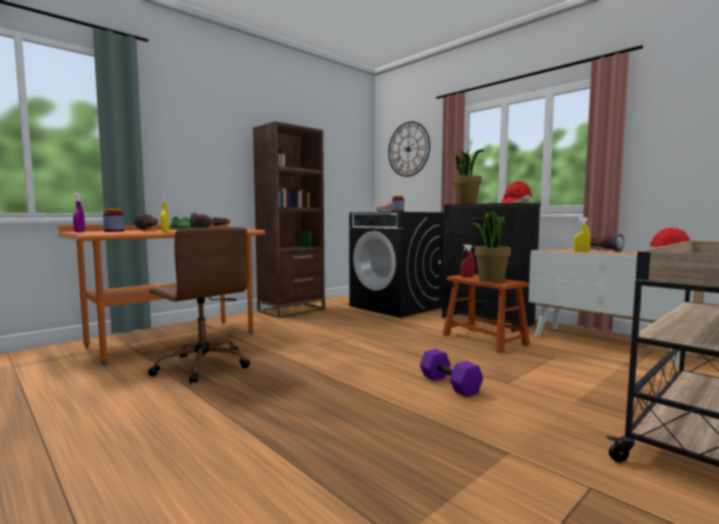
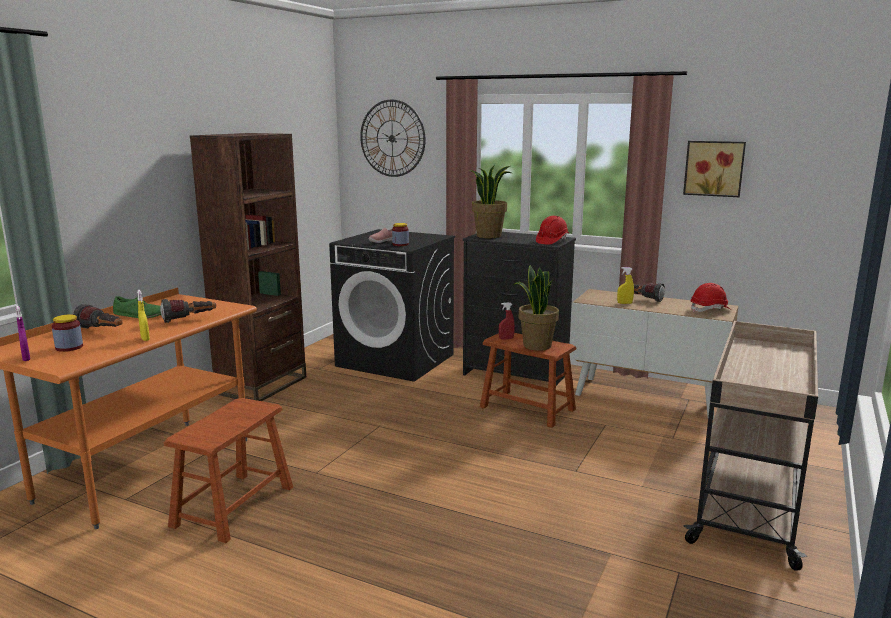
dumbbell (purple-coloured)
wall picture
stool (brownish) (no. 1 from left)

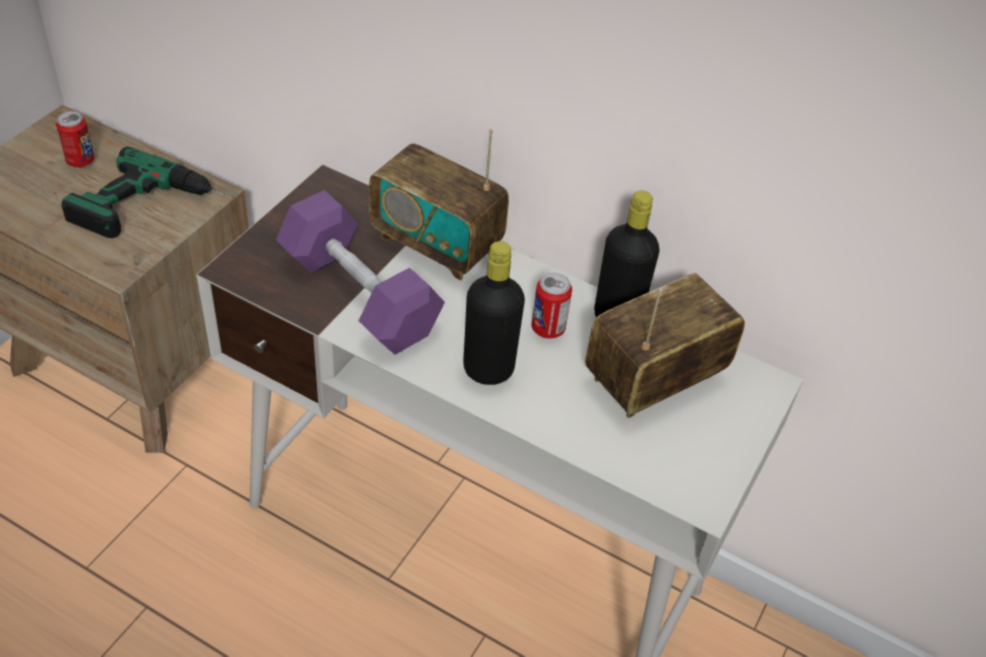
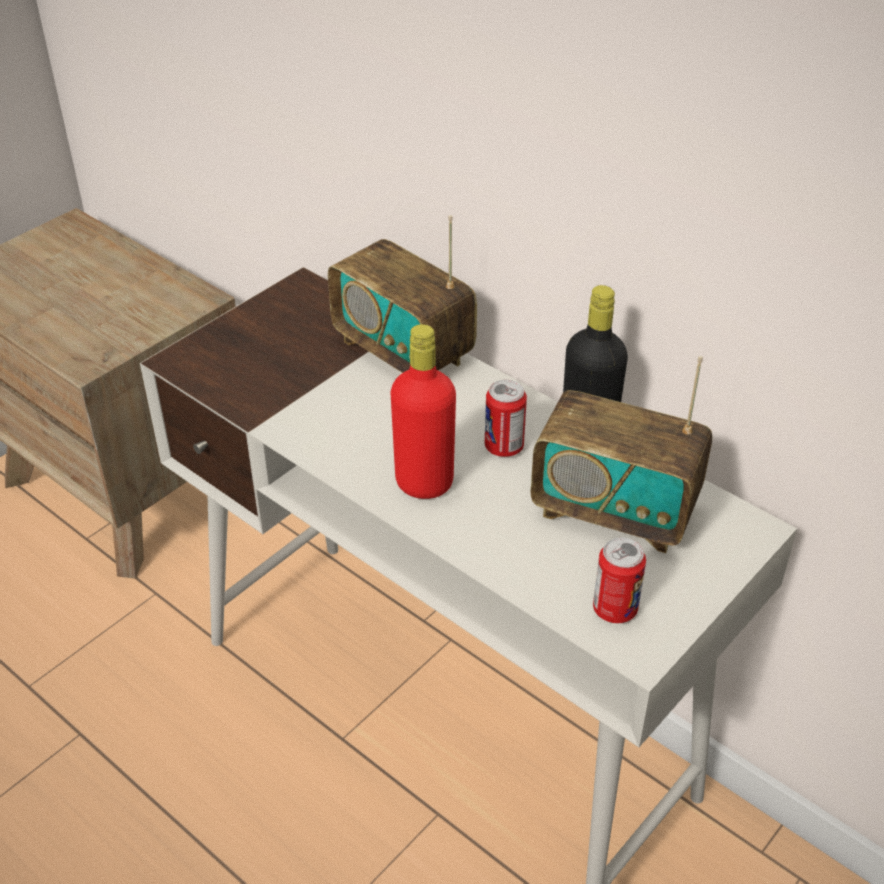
drill
dumbbell (purple-coloured)
can (no. 2 from left)
drink bottle (red-coloured)
radio set (no. 2 from left)

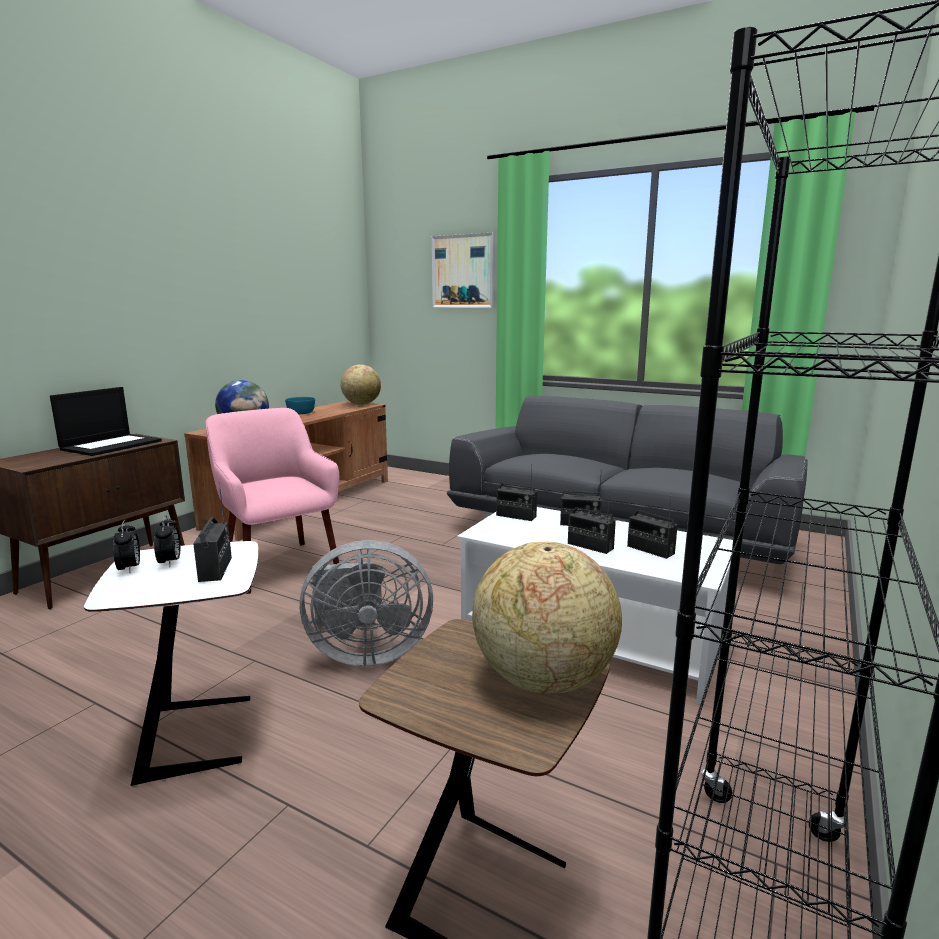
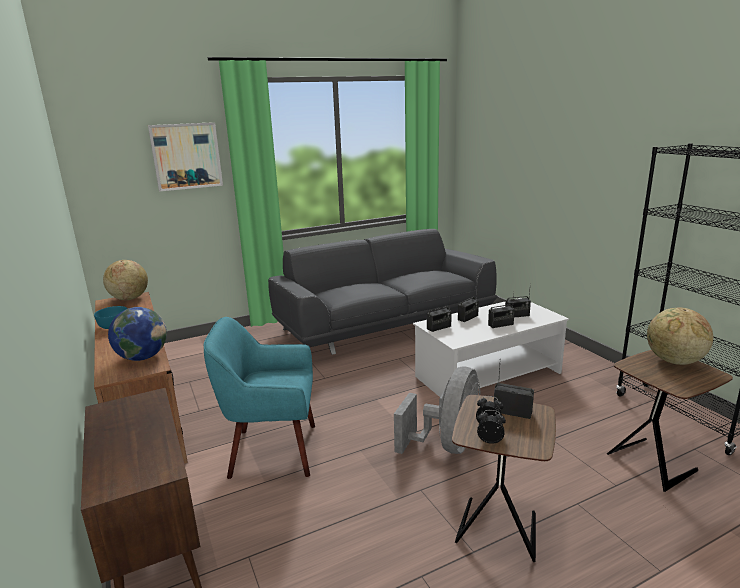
notebook computer
side table (brownish) (no. 1 from left)
lounge chair (blue-green)

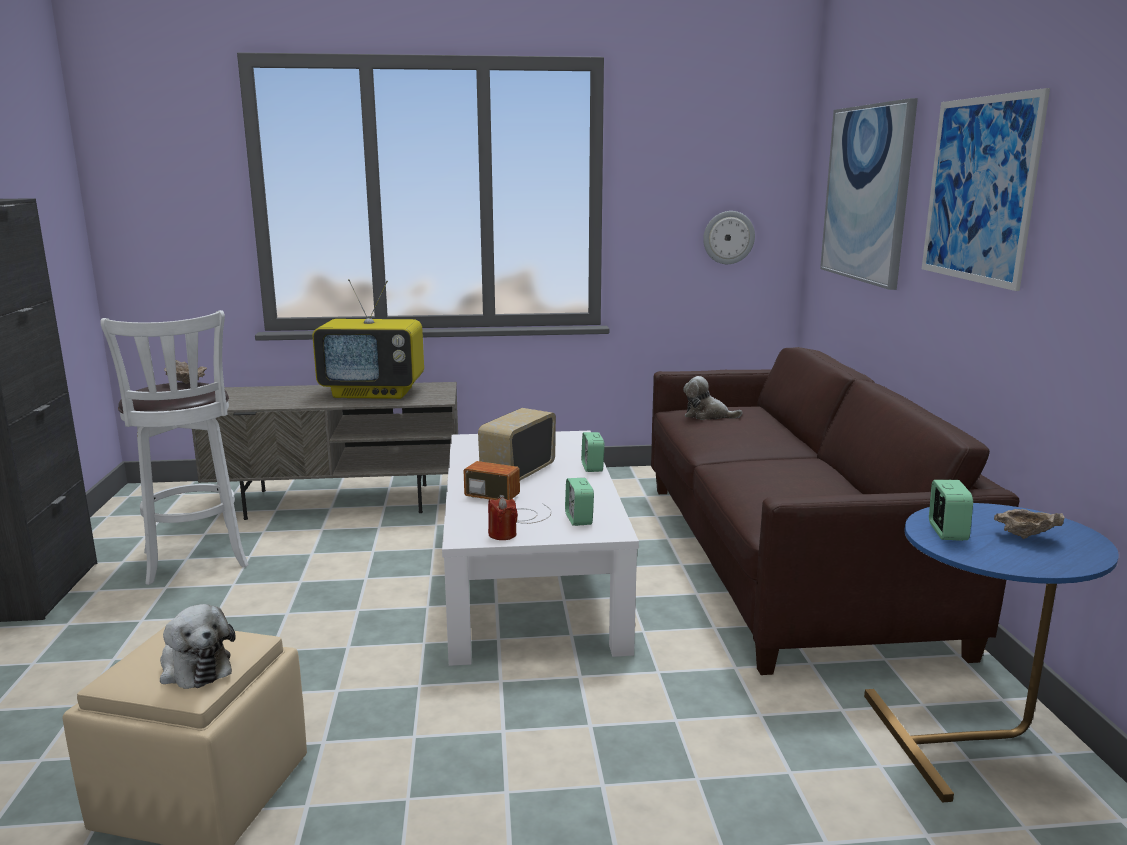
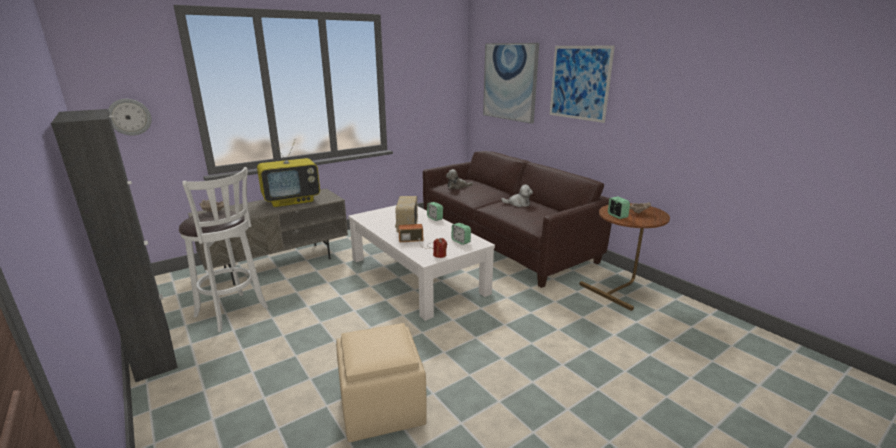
soft toy (no. 2 from left)
wall clock
side table (brownish)

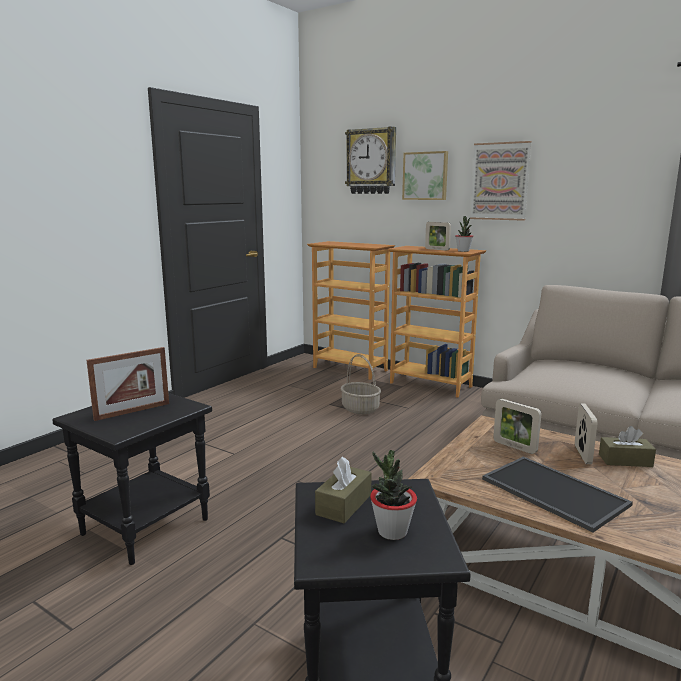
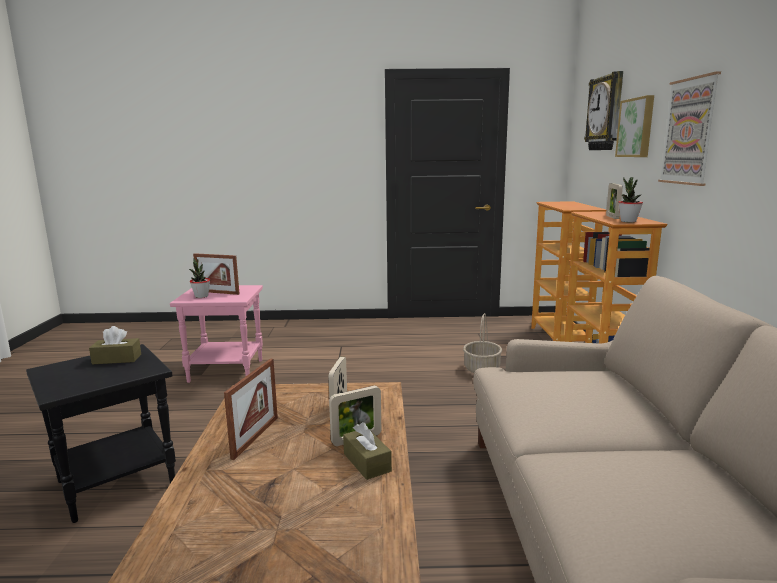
plant in a pot (no. 1 from left)
photo frame (no. 2 from left)
side table (pinkish)

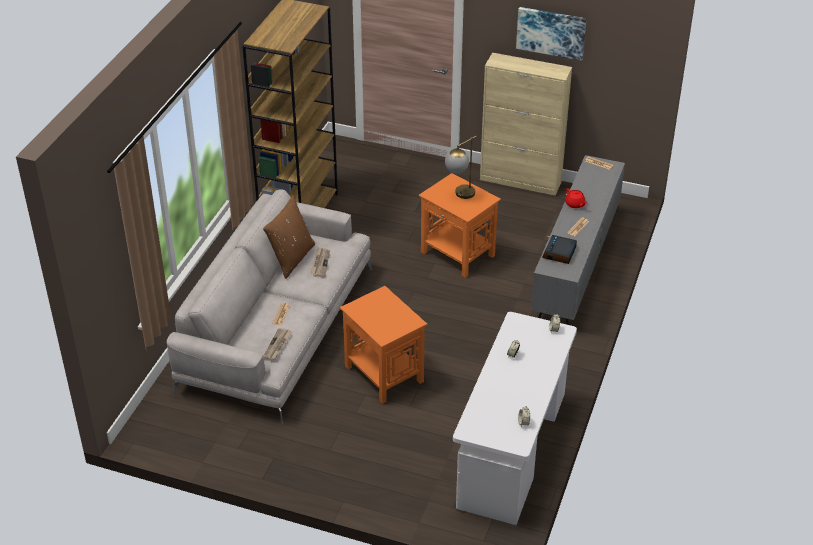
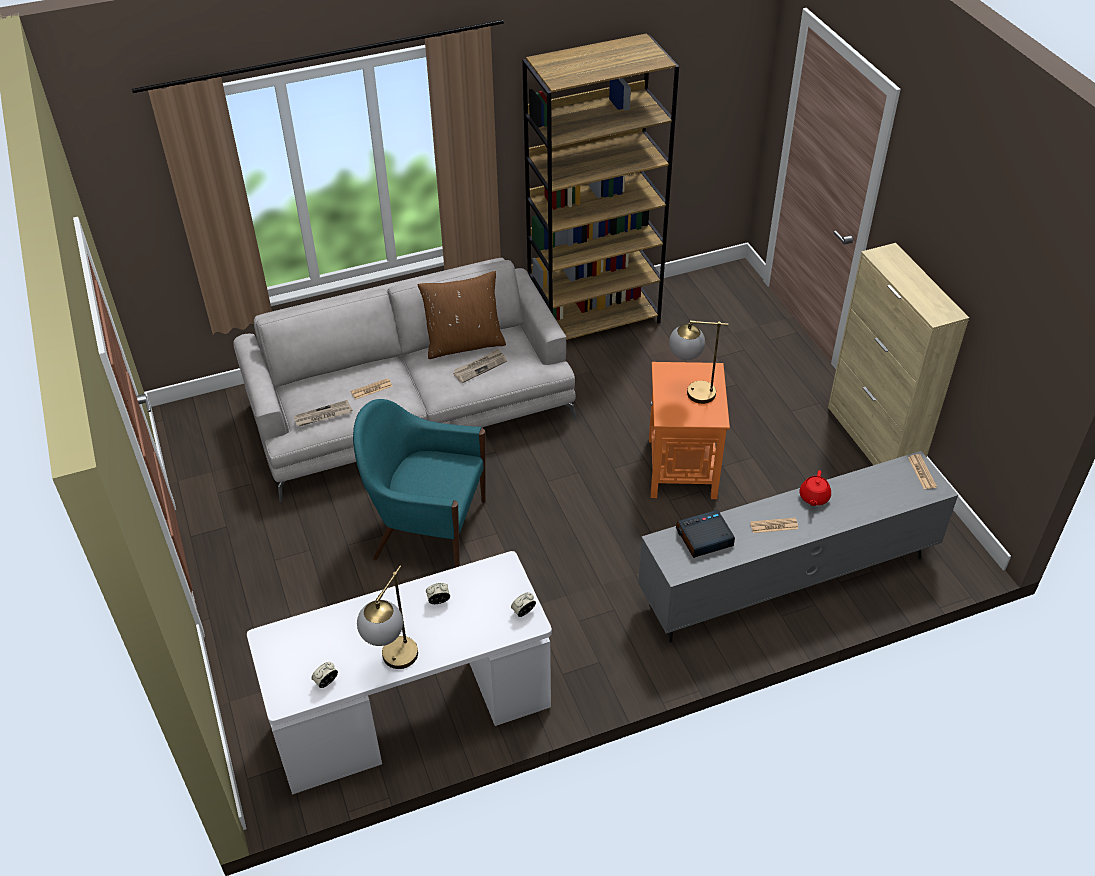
wall picture
table lamp (no. 1 from left)
lounge chair (blue-green)

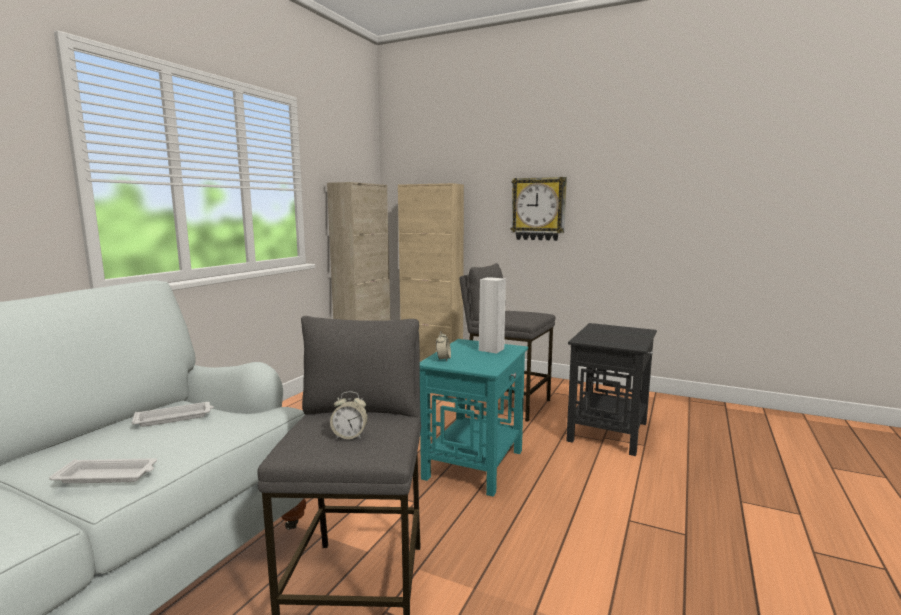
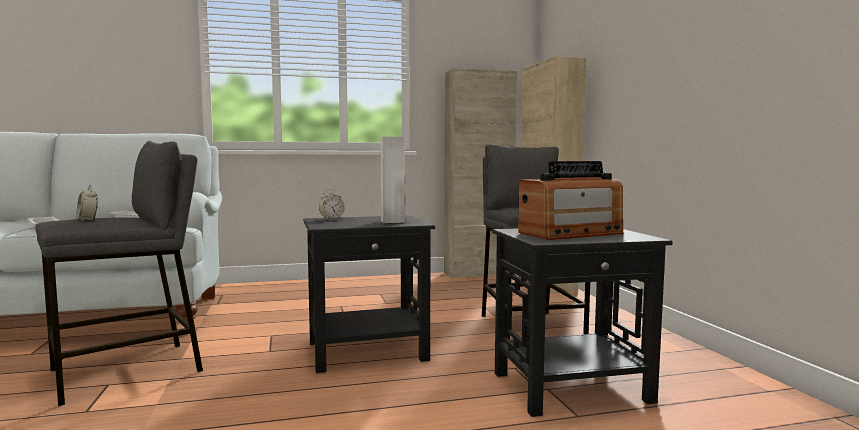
wall clock
radio set
side table (black-coloured) (no. 1 from left)

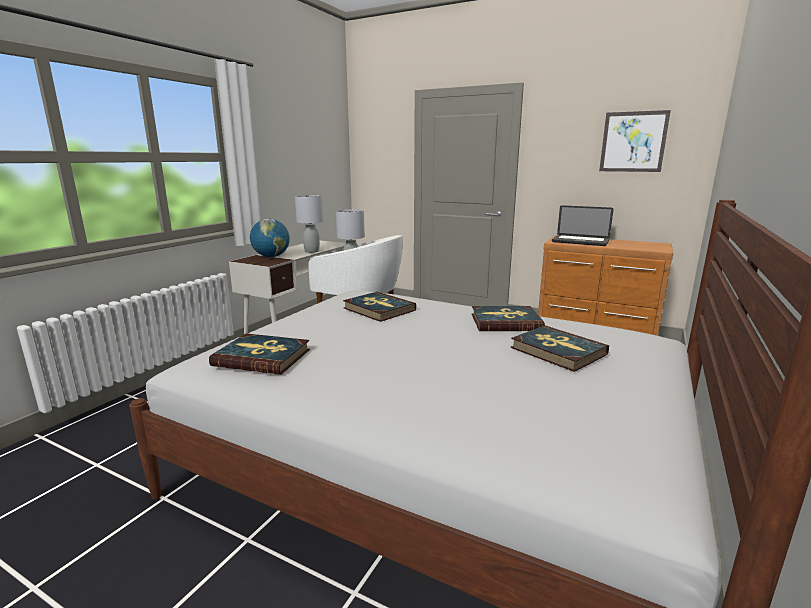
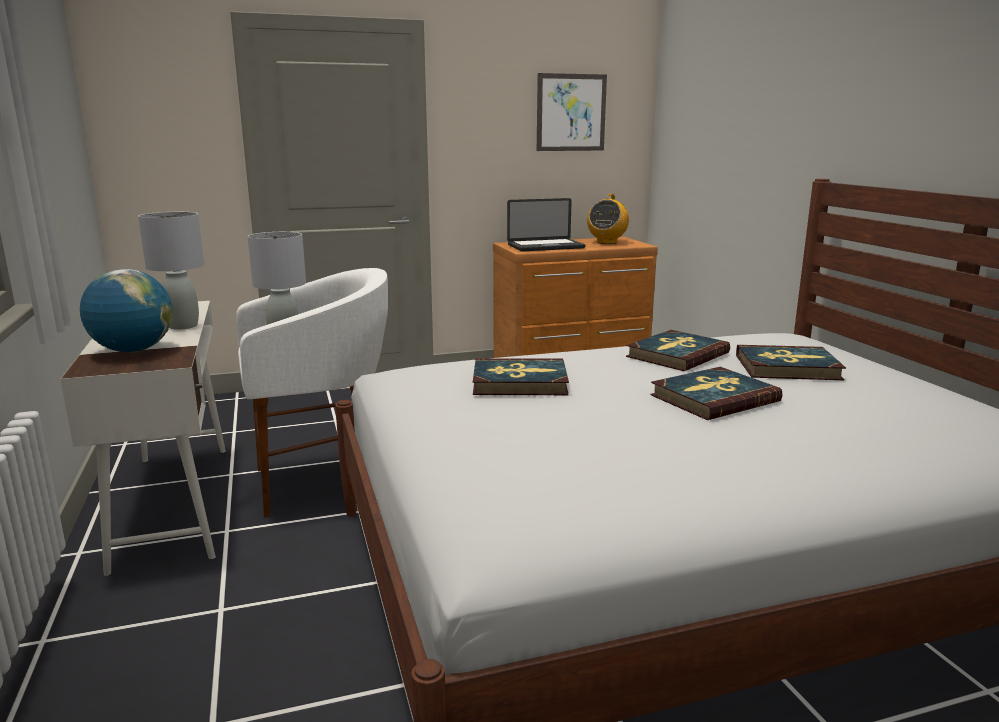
radio set
book (no. 3 from left)

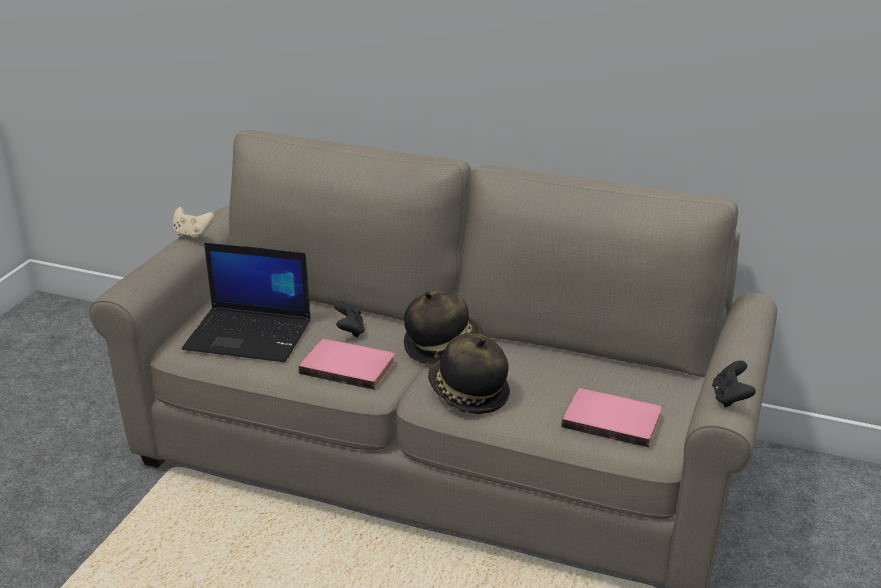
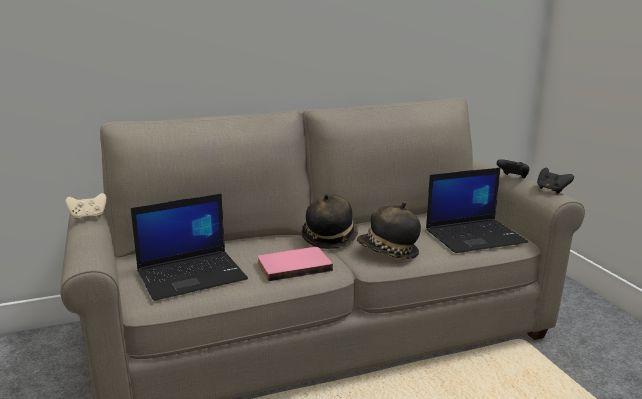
joypad (black-coloured) (no. 1 from left)
notebook computer (no. 2 from left)

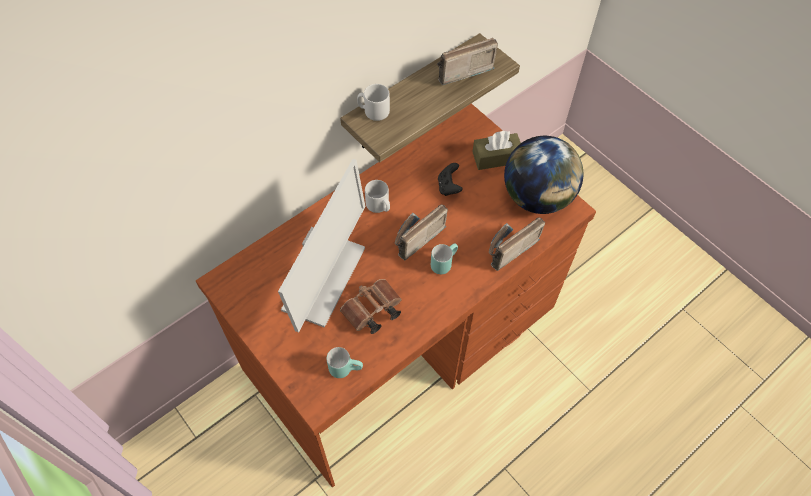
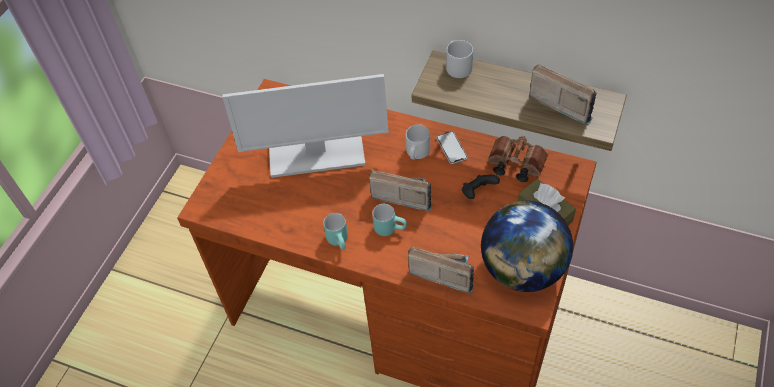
phone
tea mug (blue-green) (no. 1 from left)
binoculars (brownish)

